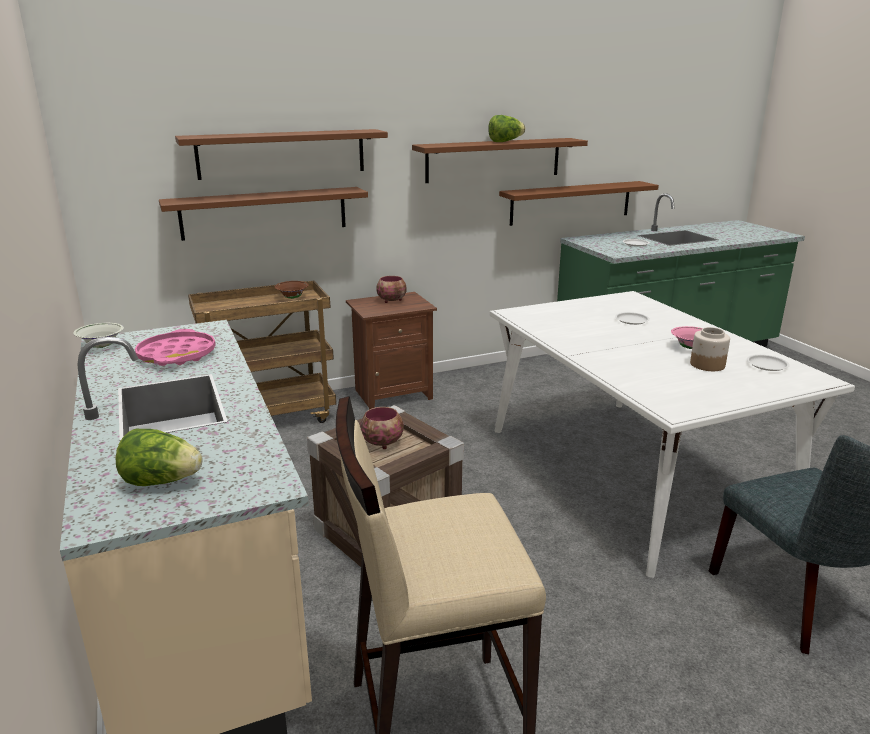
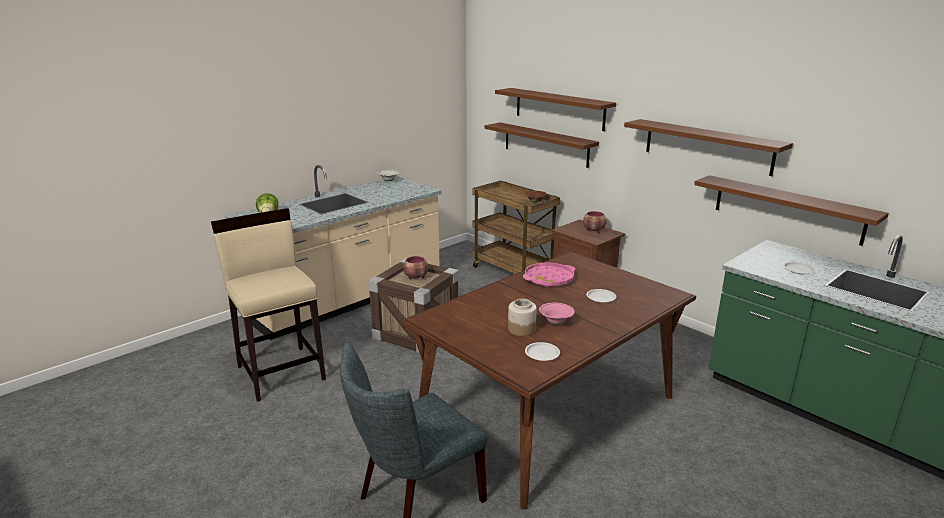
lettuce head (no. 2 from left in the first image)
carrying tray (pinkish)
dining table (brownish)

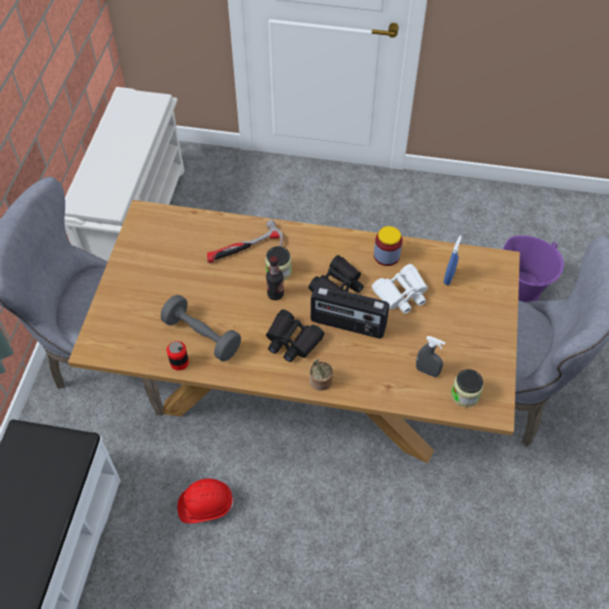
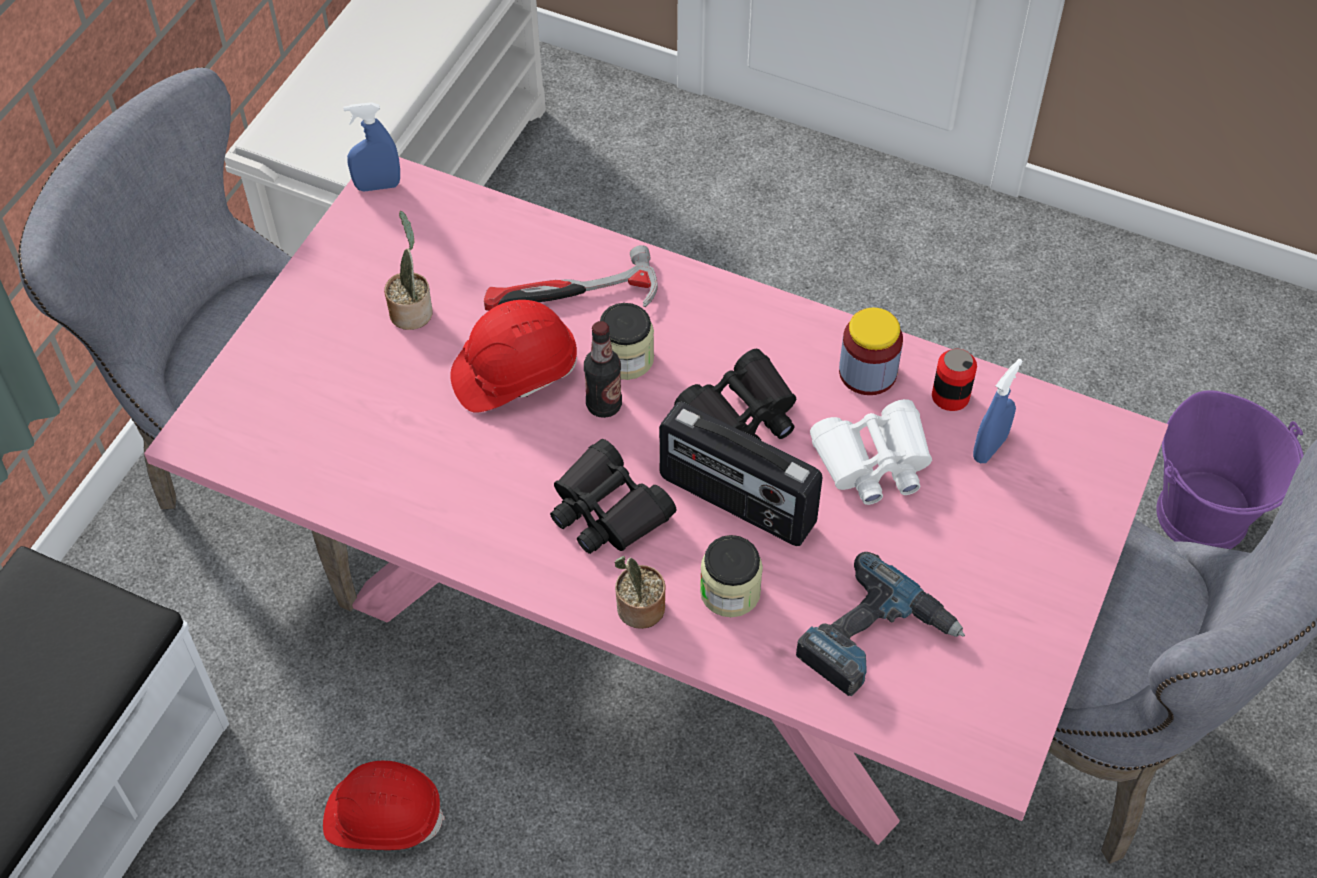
dumbbell (greyish)
sprayer (bluish) (no. 1 from left)
plant in a pot (no. 1 from left)
work helmet (red-coloured) (no. 2 from left)
can
storage jar (no. 2 from left)
drill
dining table (pinkish)

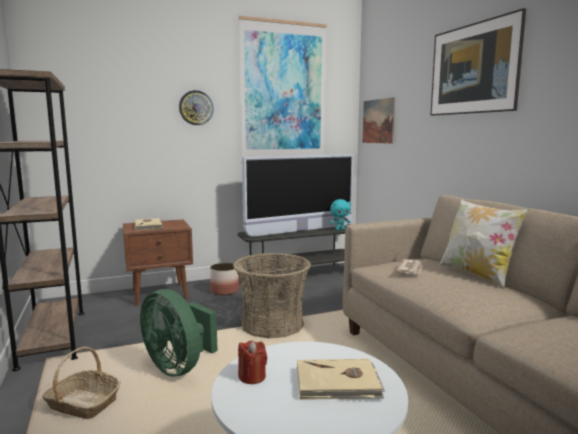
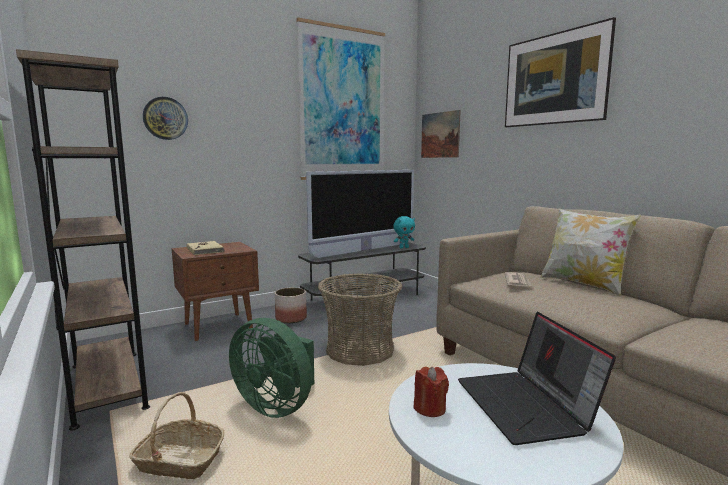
wall clock
notebook computer

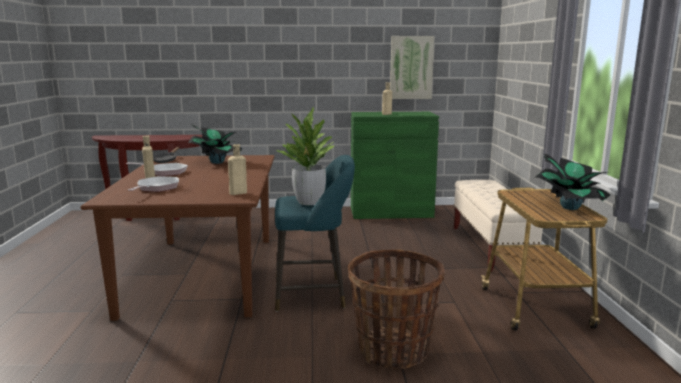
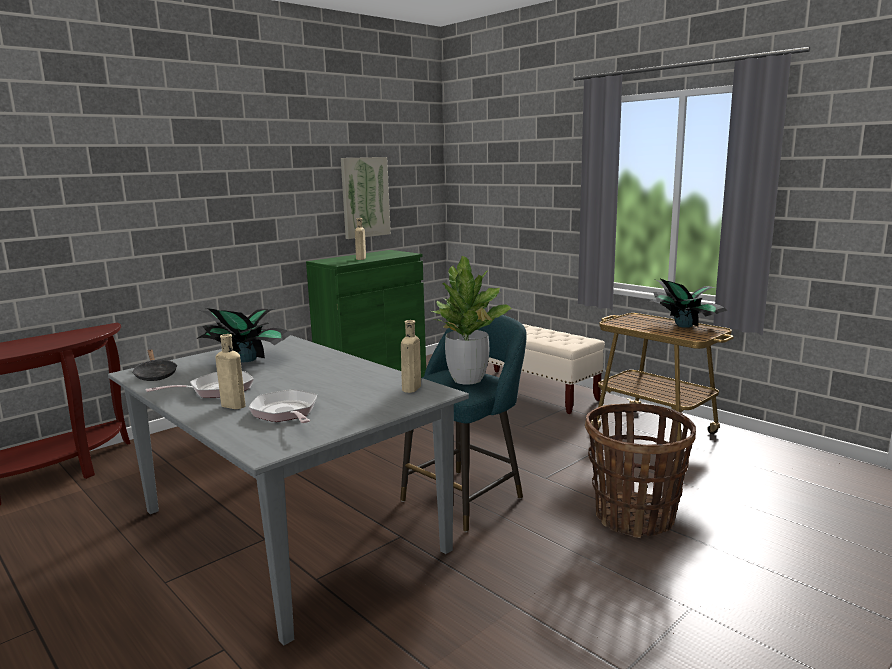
dining table (greyish)

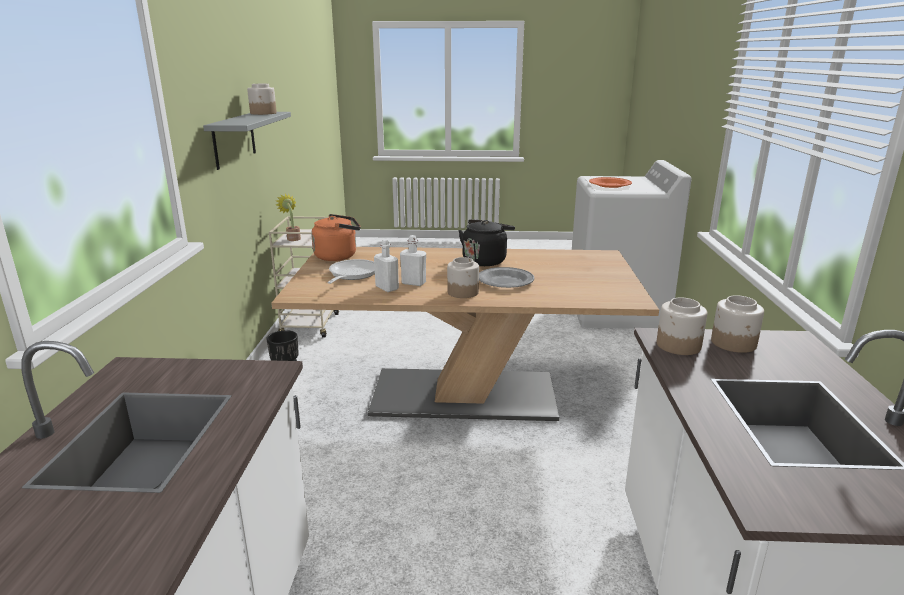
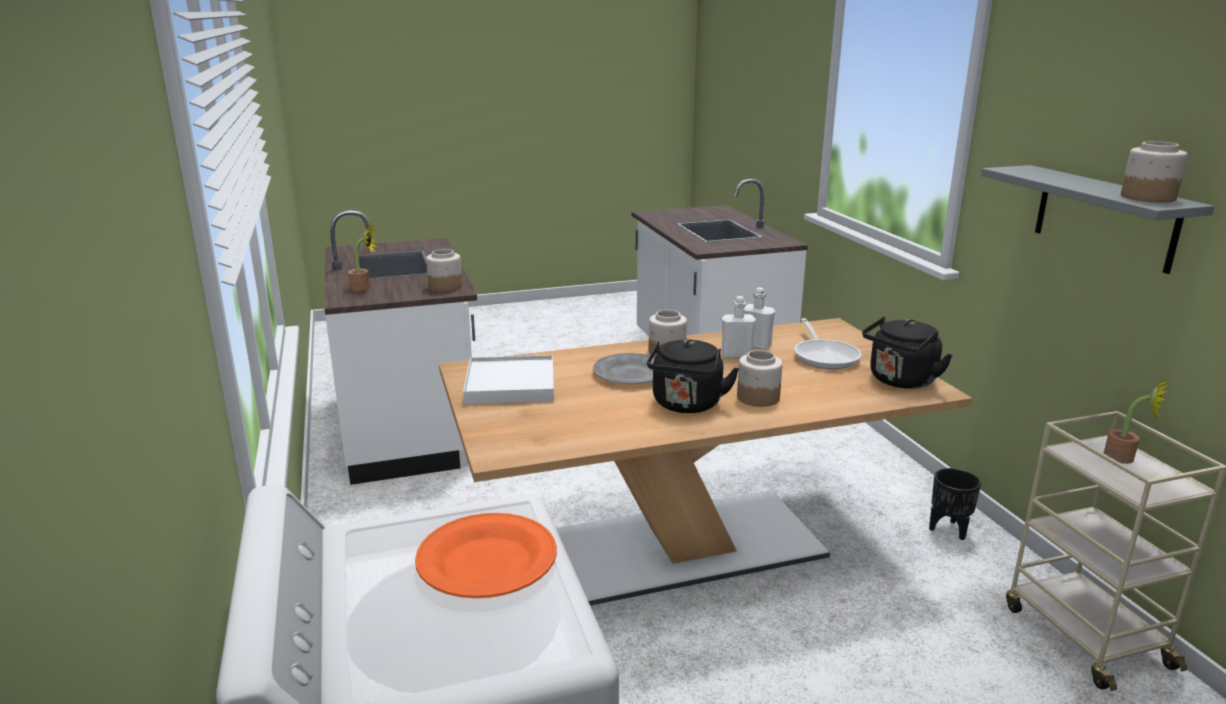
plant in a pot (no. 1 from left)
carrying tray (white)
storage jar (no. 3 from left)
kettle (black-coloured) (no. 2 from left)

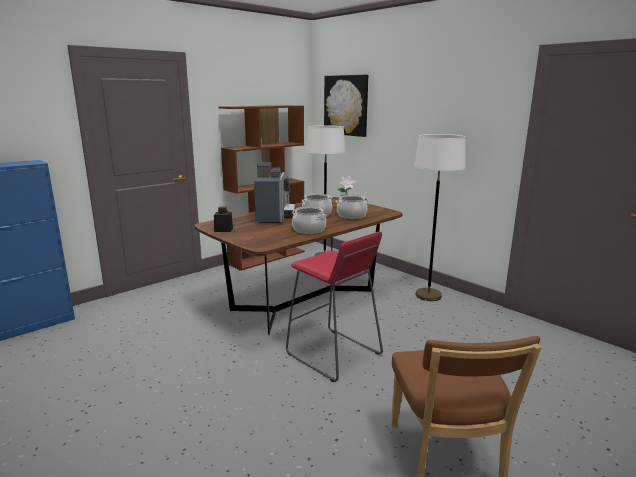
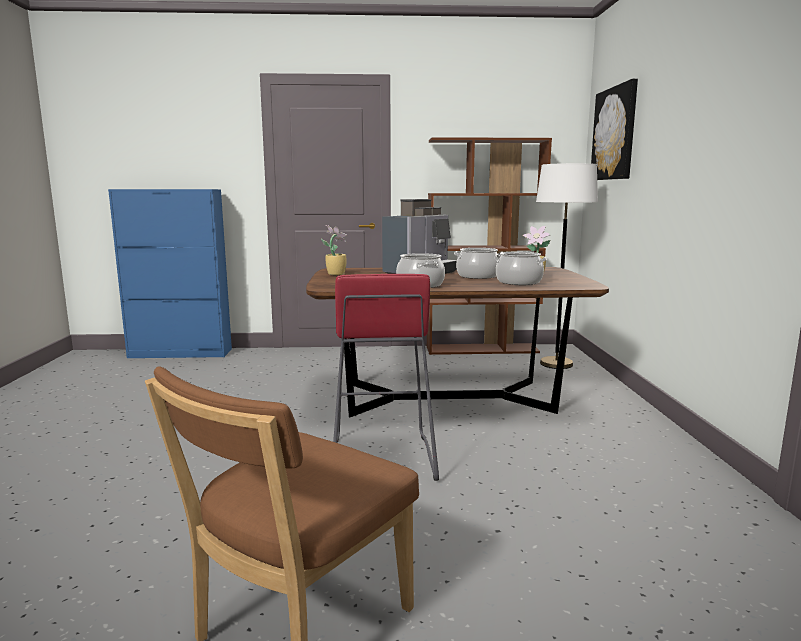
standard lamp (white) (no. 2 from left in the first image)
plant in a pot (no. 1 from left)

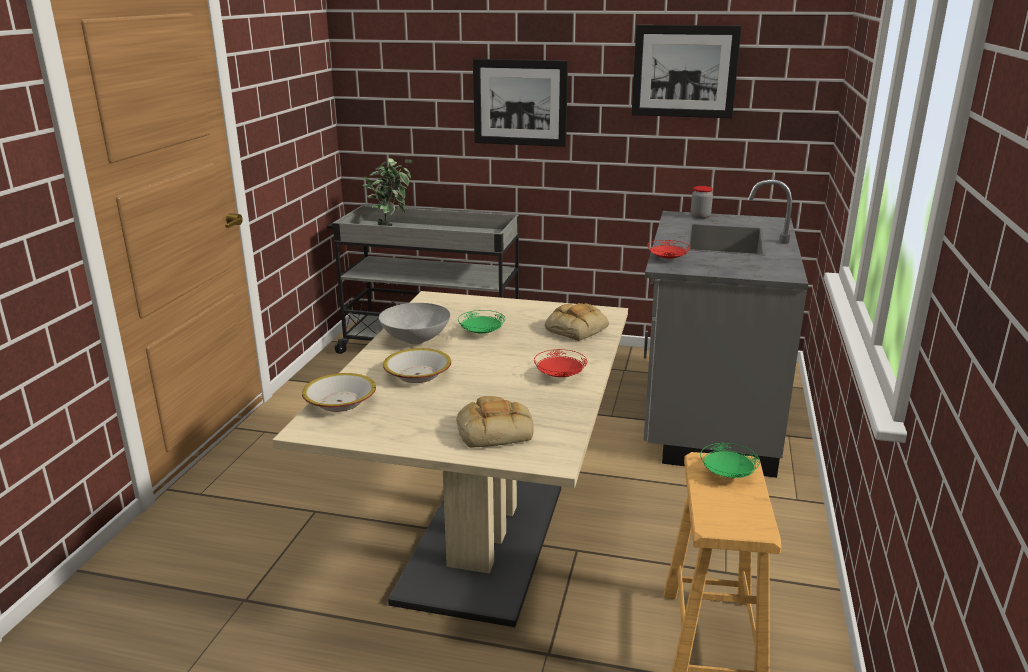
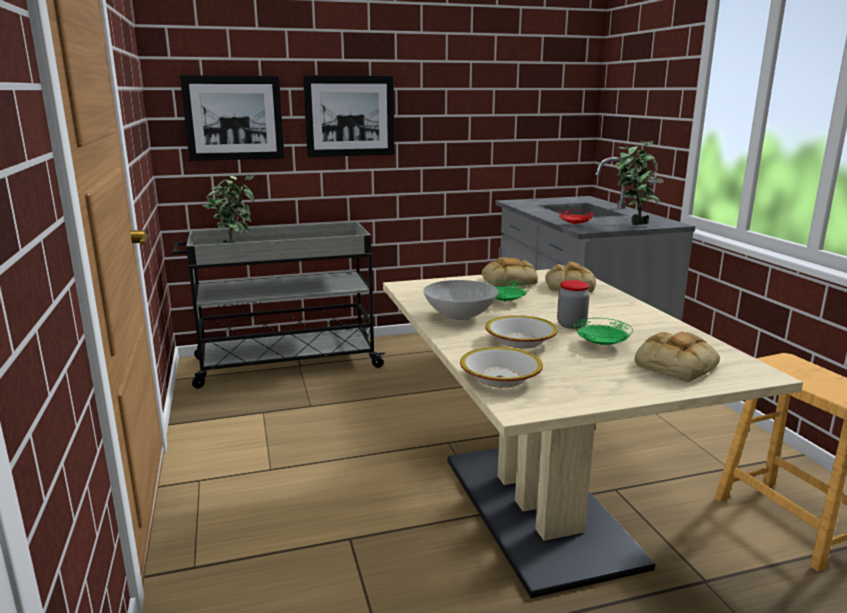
dinner plate (red-coloured) (no. 1 from left in the first image)
bakery bread (no. 1 from left)
plant in a pot (no. 2 from left)
wall picture (no. 1 from left)
storage jar
dinner plate (green-coloured) (no. 2 from left)

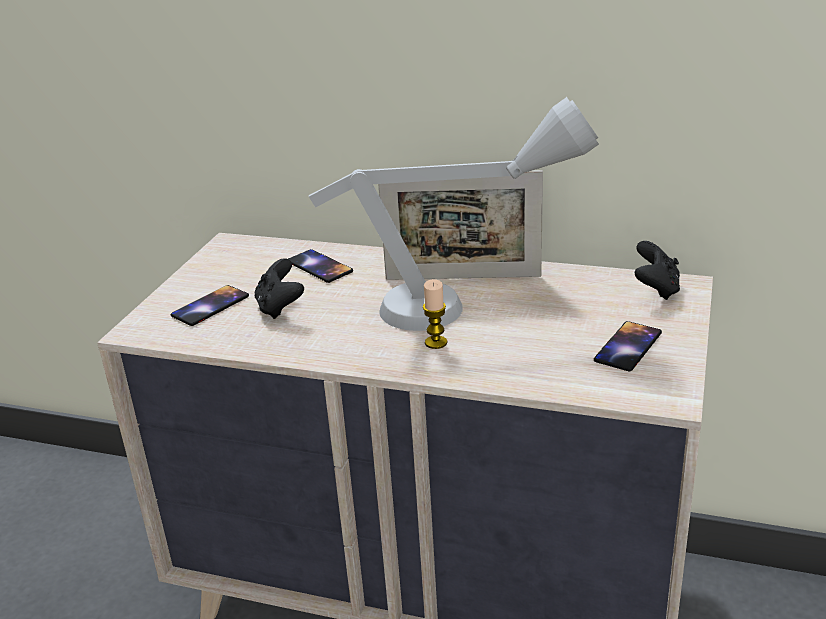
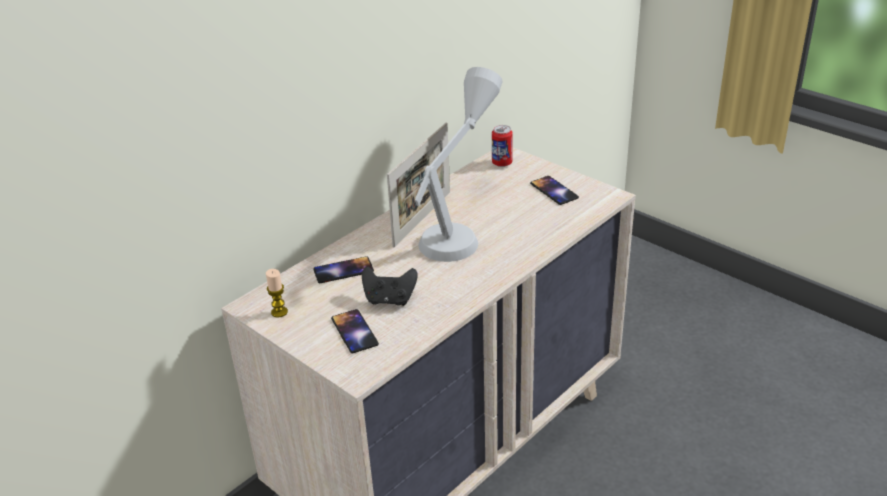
wax light
can

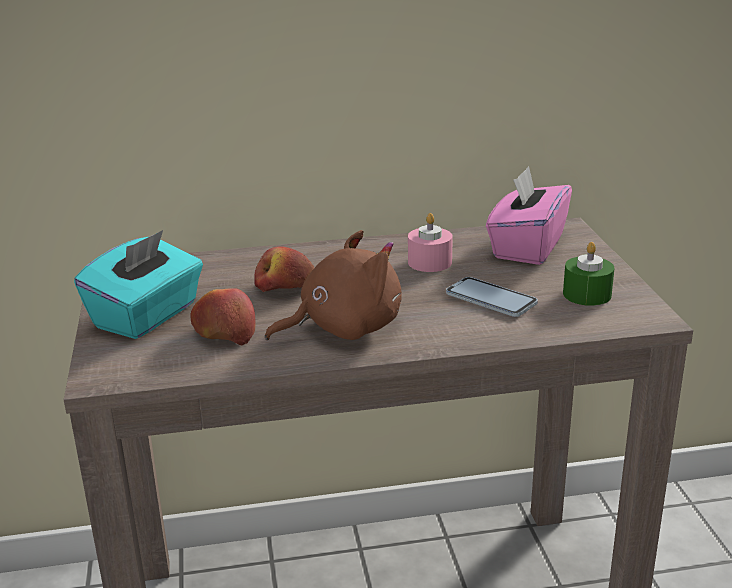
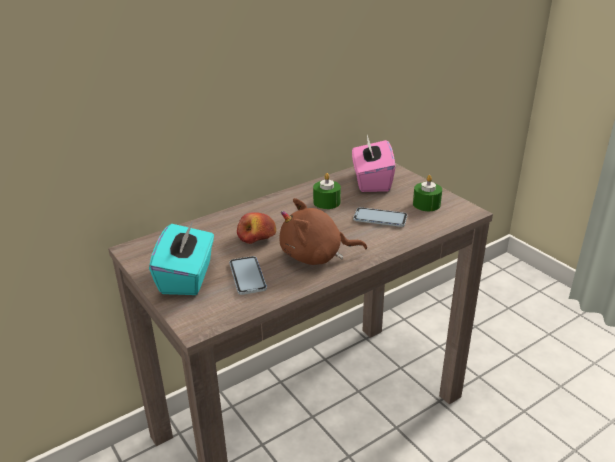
phone (no. 1 from left)
wax light (green-coloured) (no. 1 from left)
soft toy (brownish)

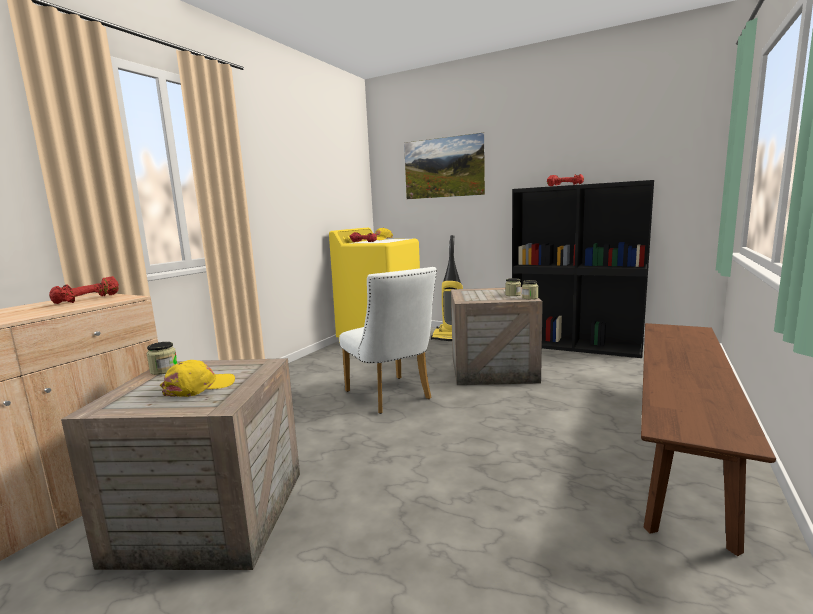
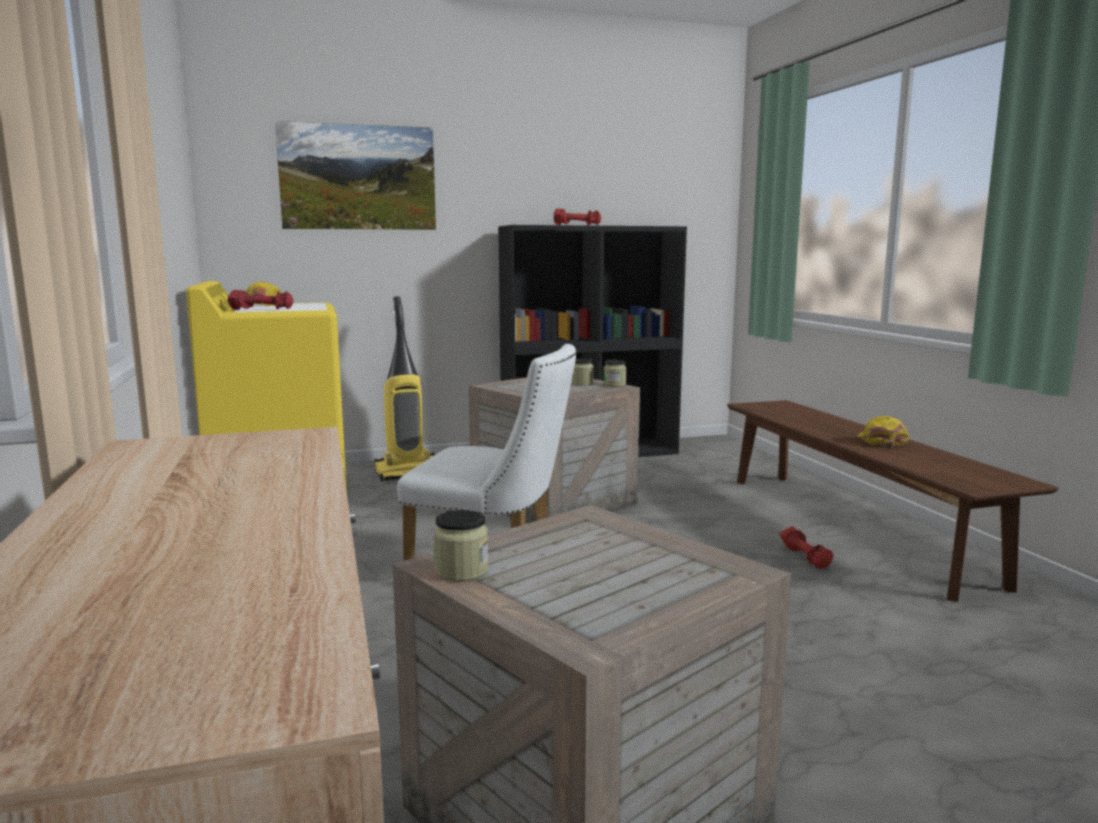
dumbbell (red-coloured) (no. 3 from left)
cap (yellow-coloured) (no. 2 from left)

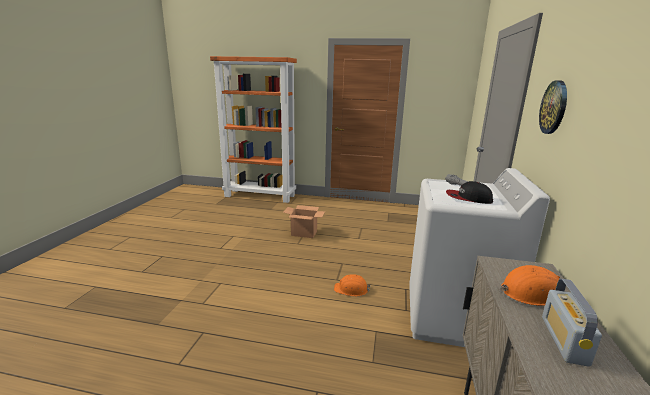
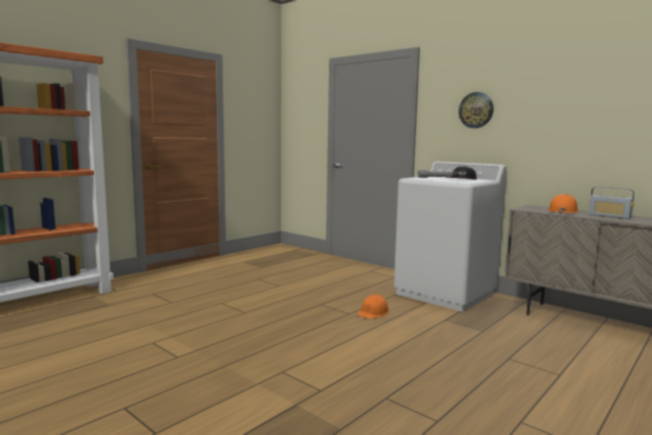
carton

